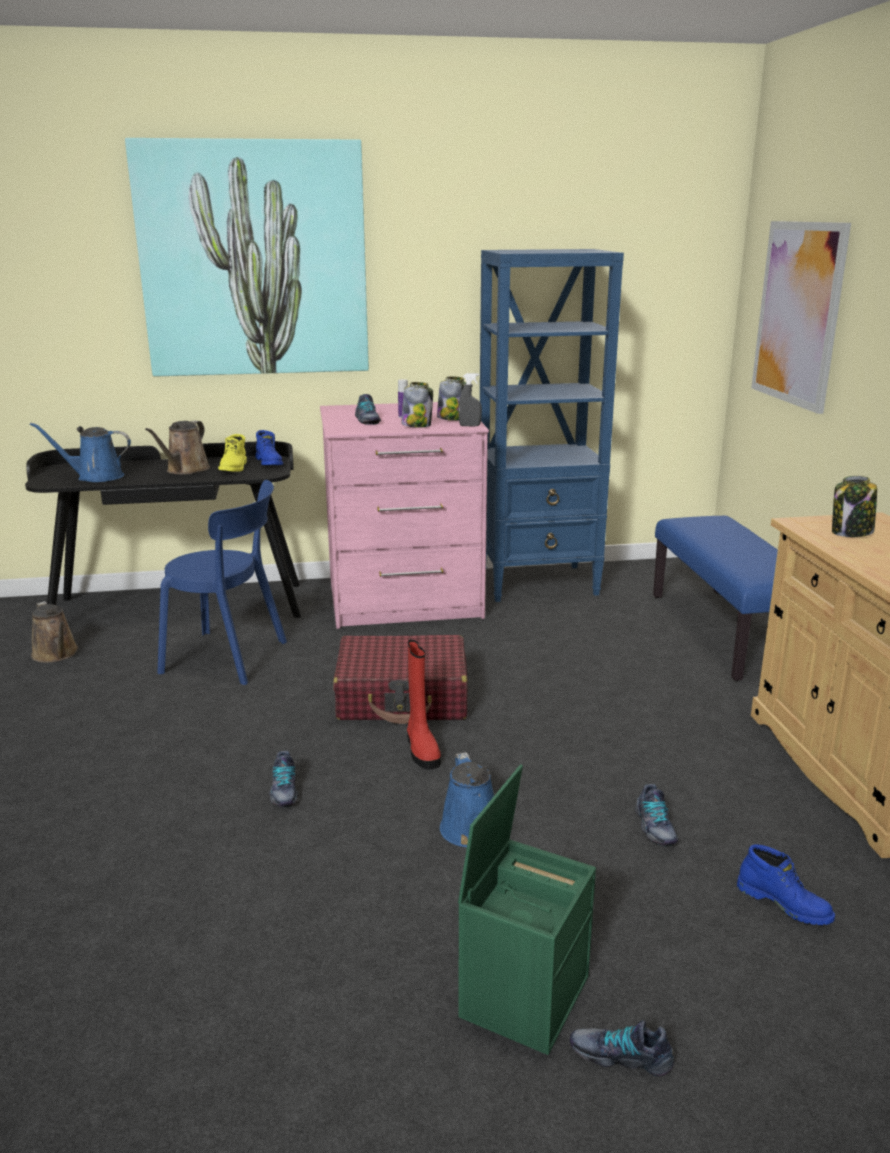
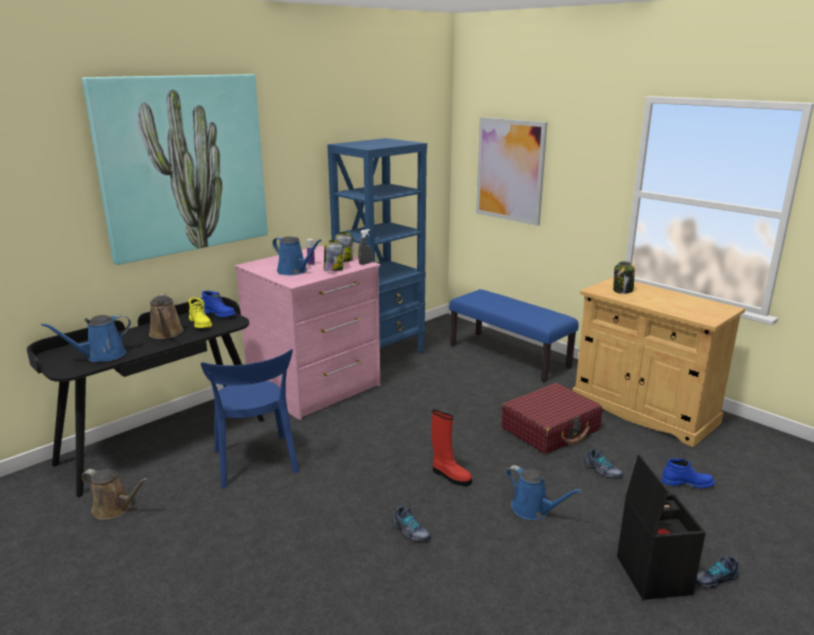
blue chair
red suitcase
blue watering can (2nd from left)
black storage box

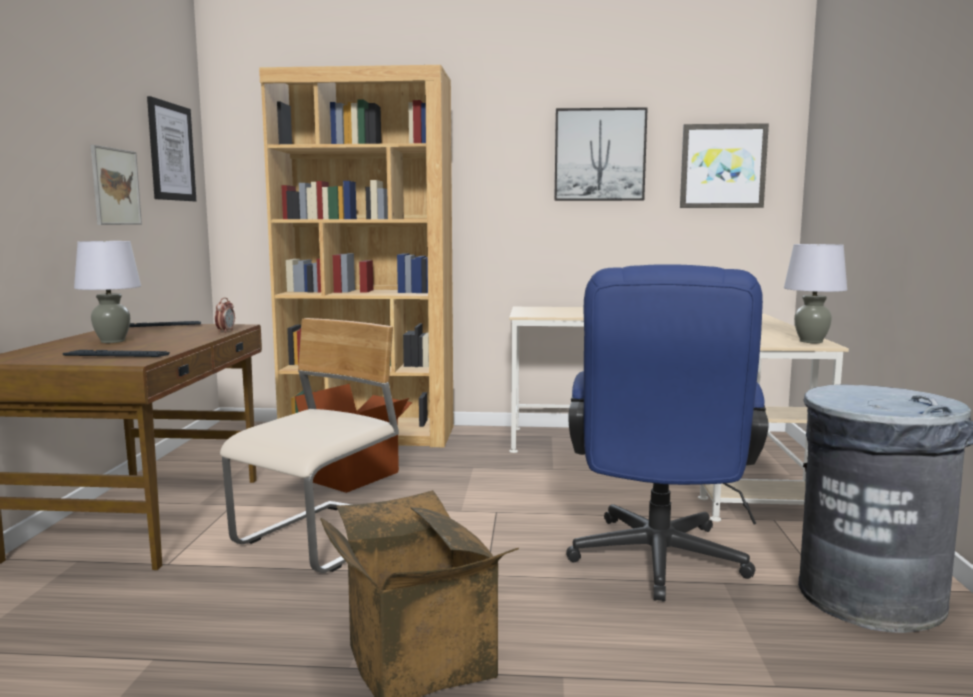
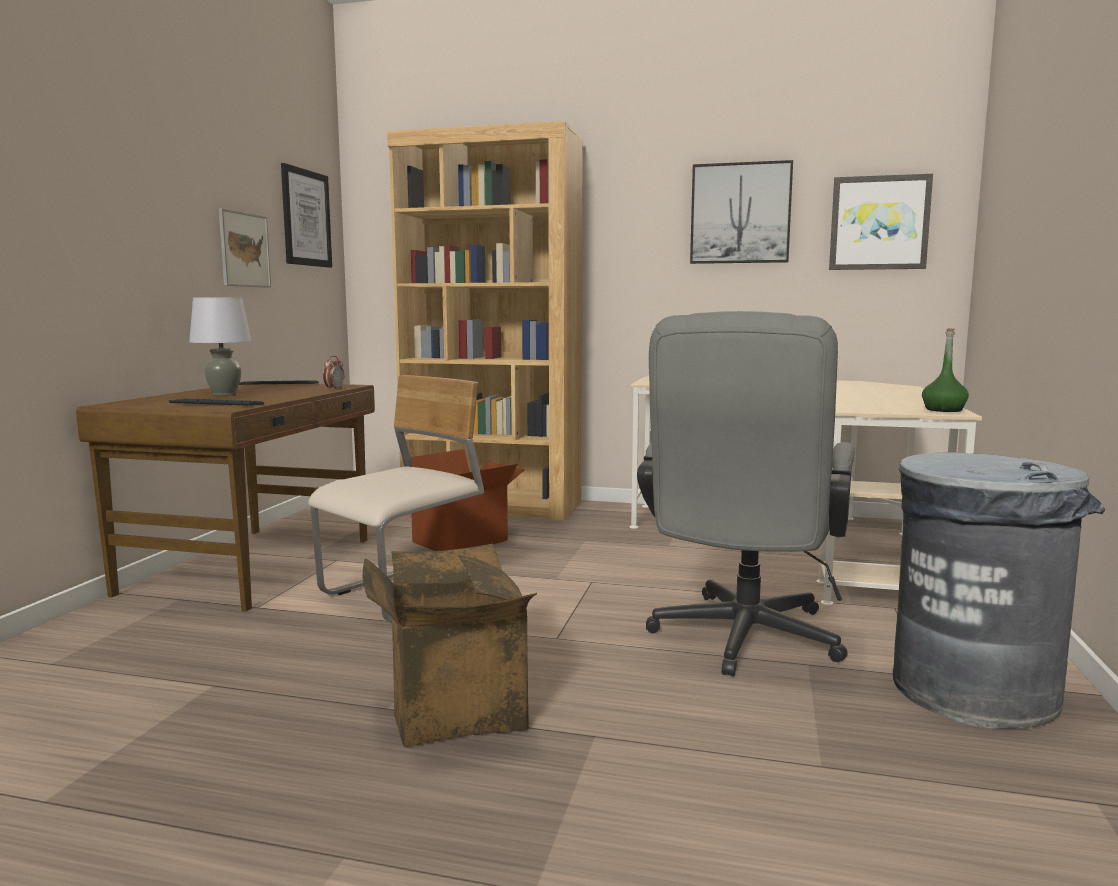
grey office chair
green bottle

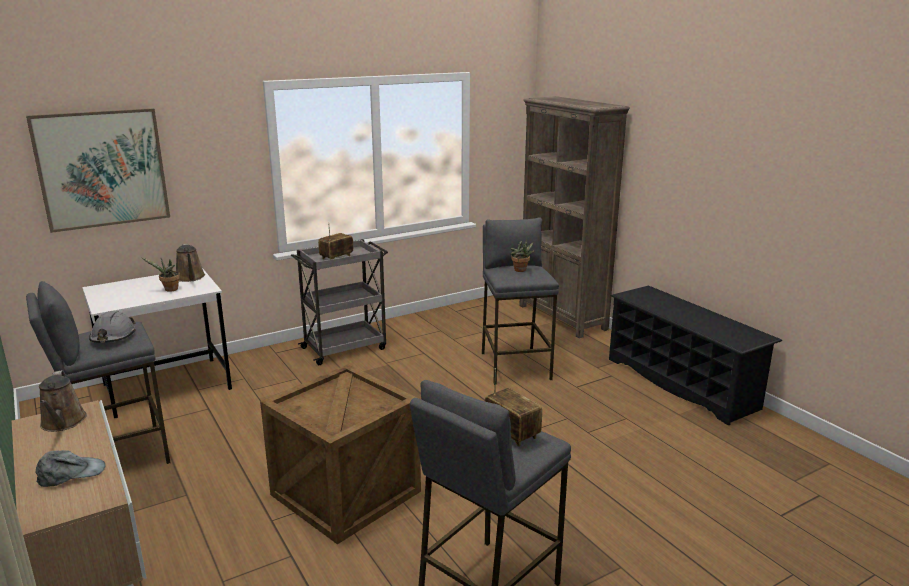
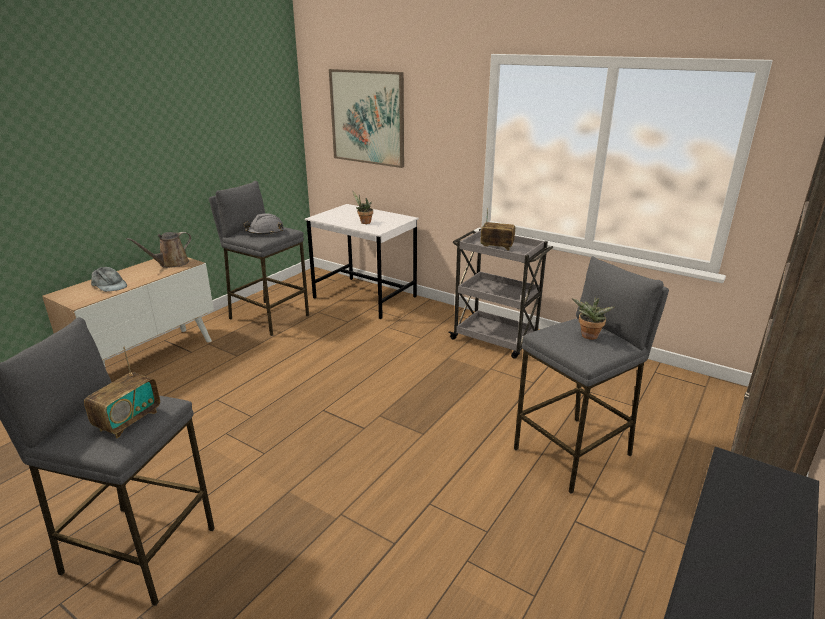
brown watering can (2nd from left in the first image)
crate

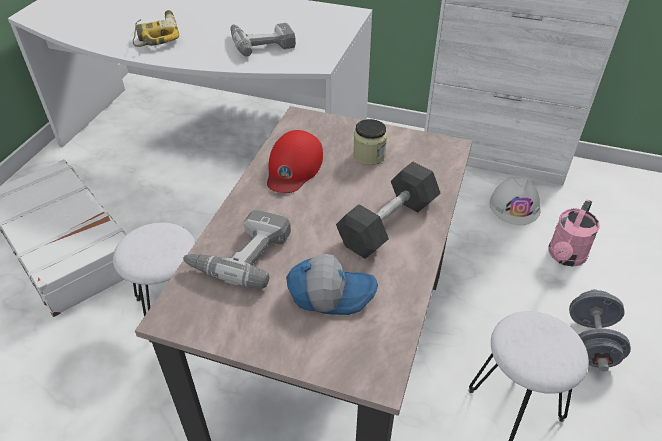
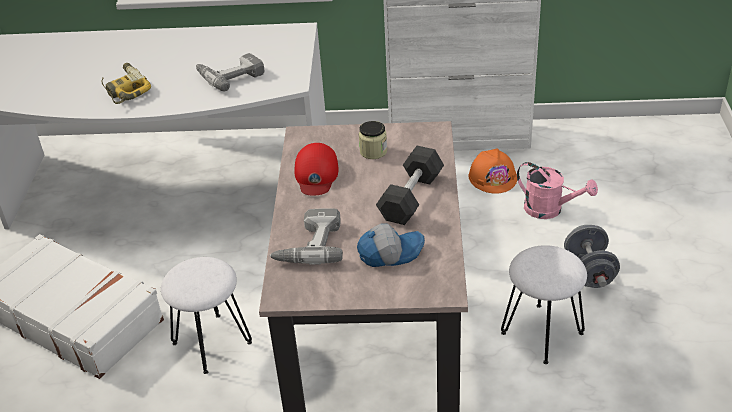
orange hard hat
pink watering can

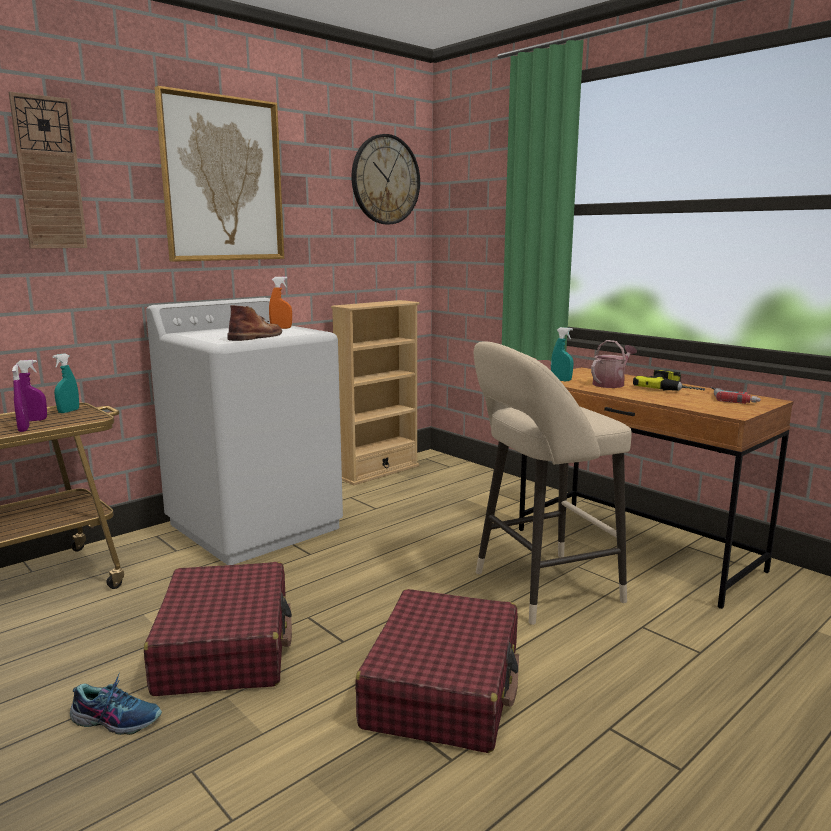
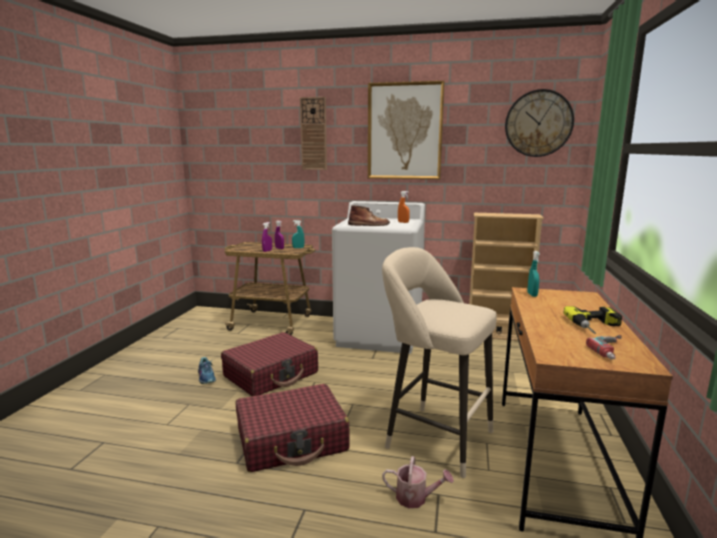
watering can

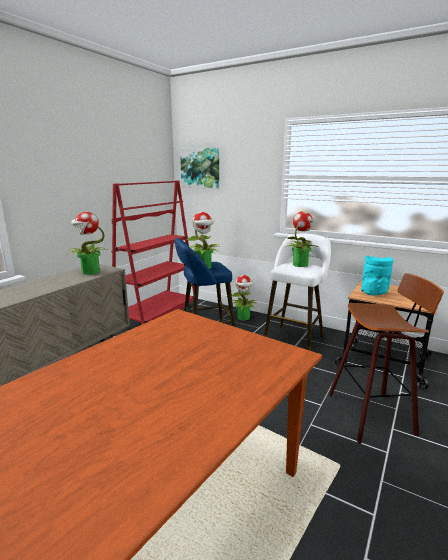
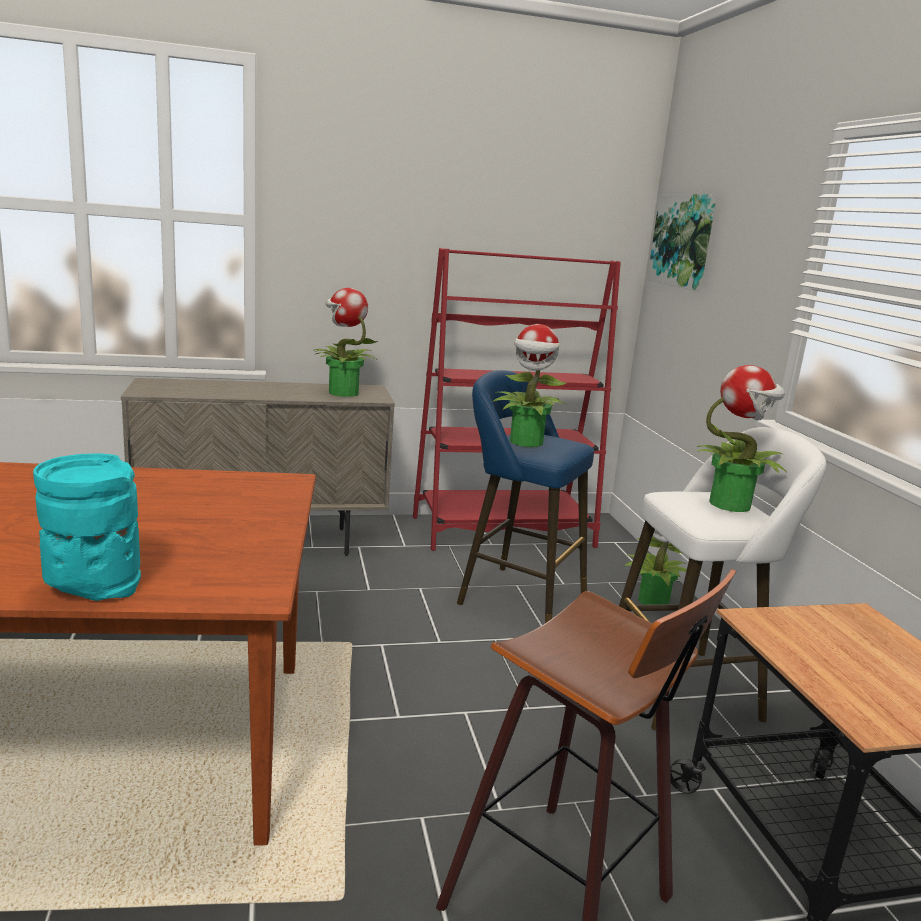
turquoise vase

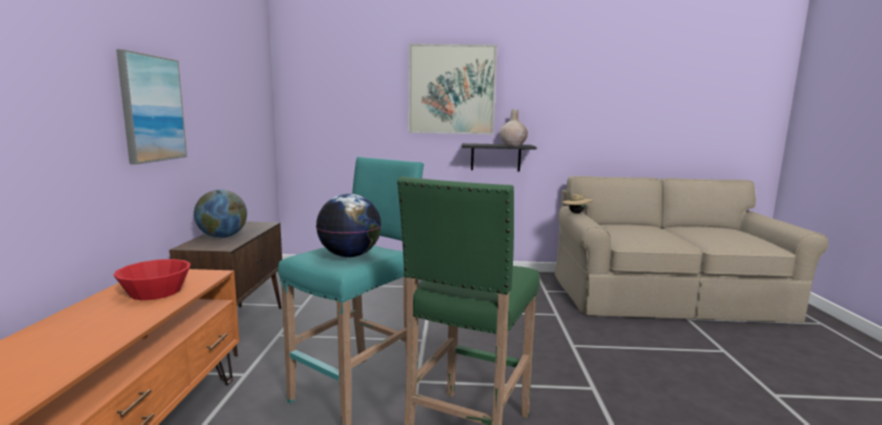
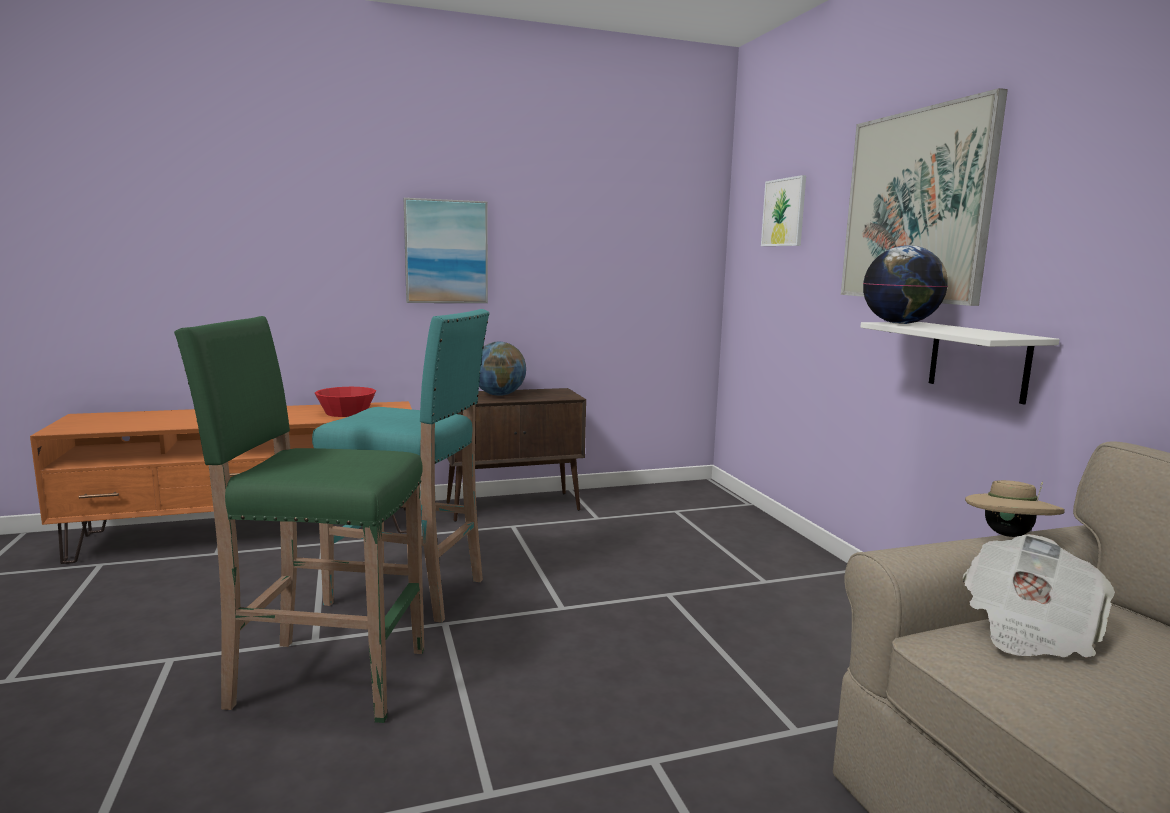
globe (2nd from left)
white shelf
beige vase
picture (2nd from left)
newspaper

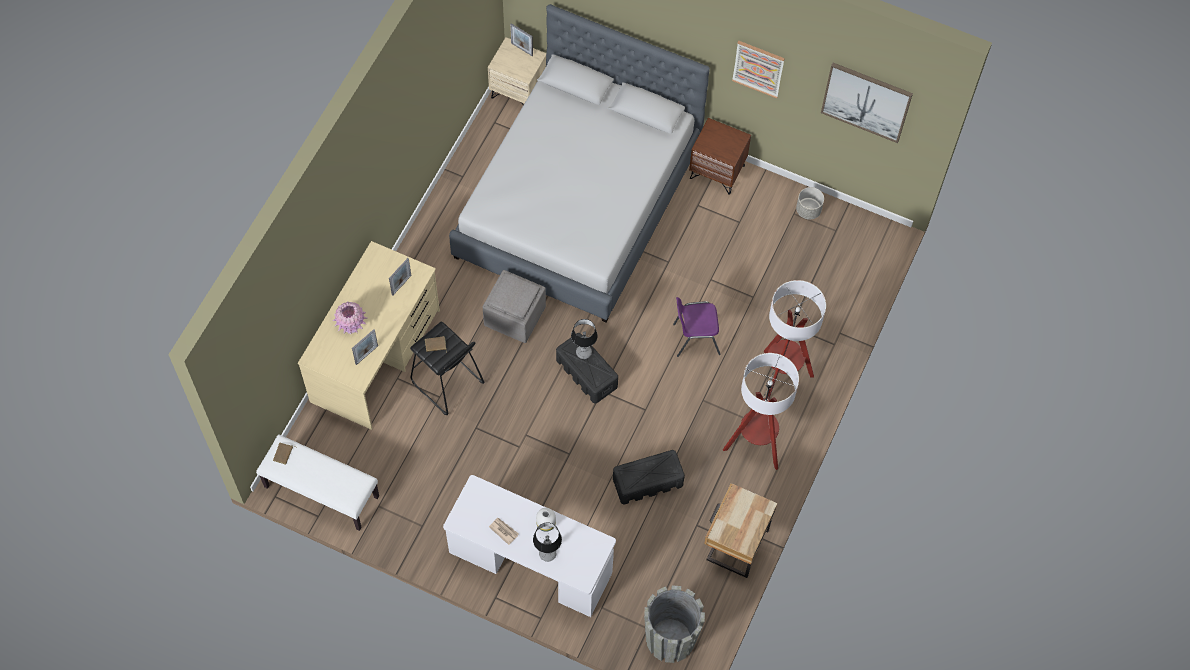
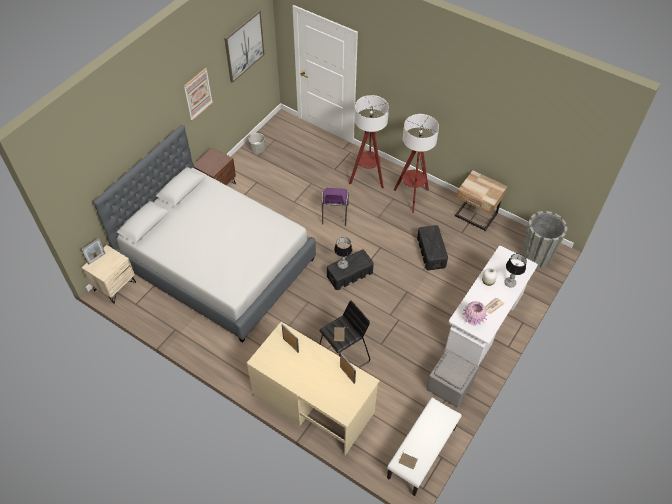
pink vase
grey ottoman

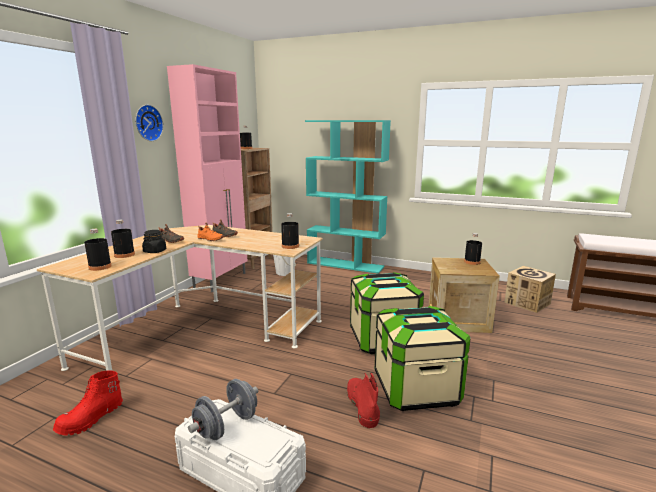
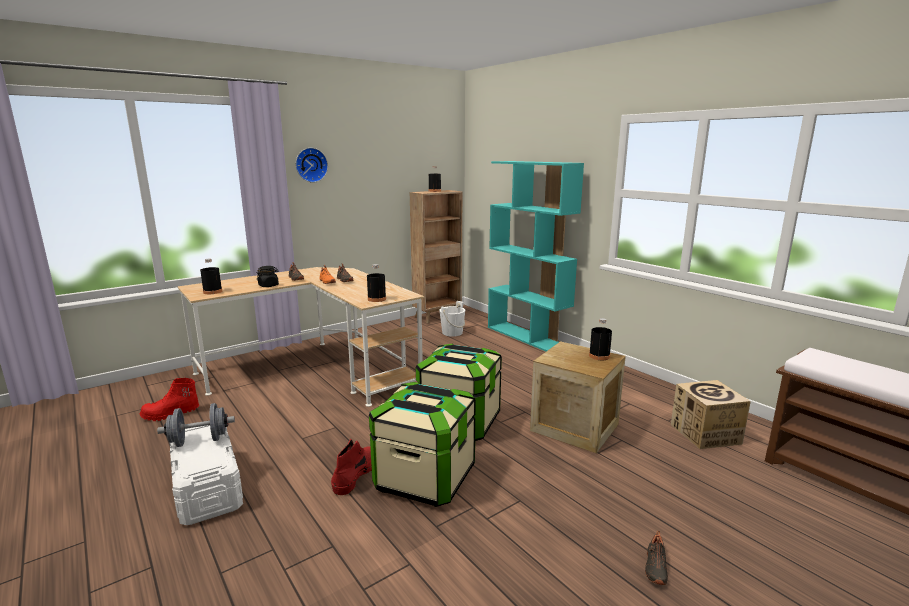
black bottle (2nd from left in the first image)
pink cabinet
black shoe (3rd from left)

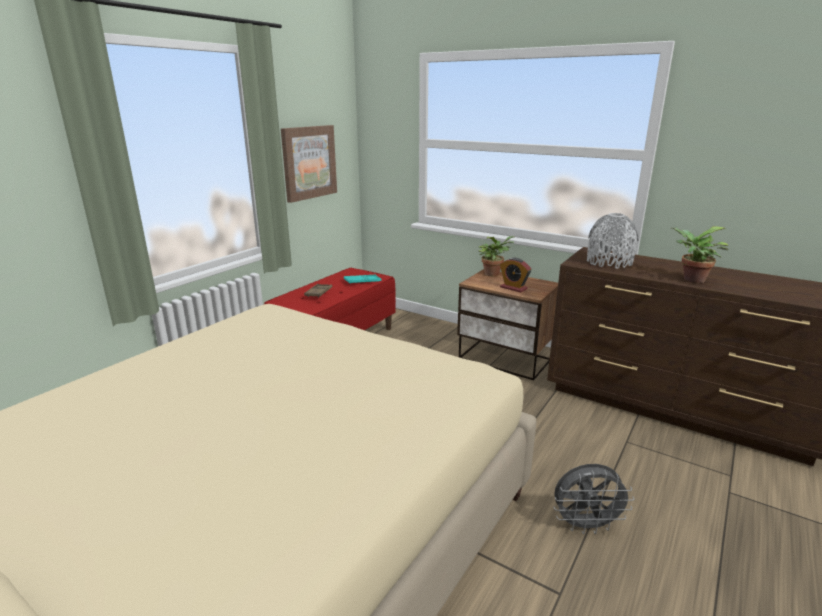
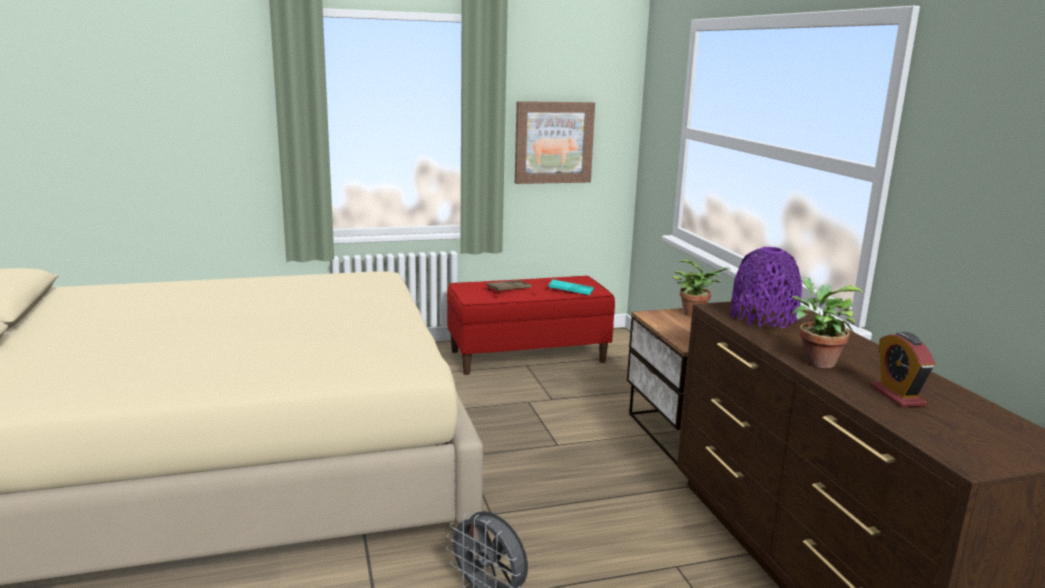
alarm clock
purple vase

